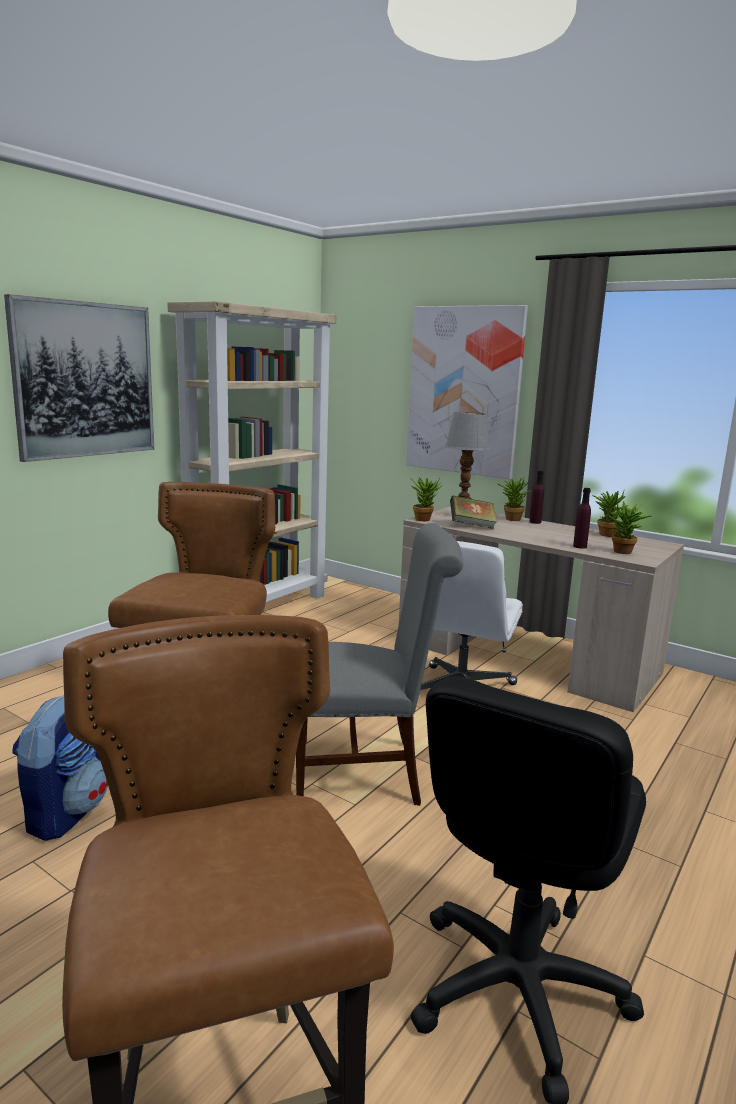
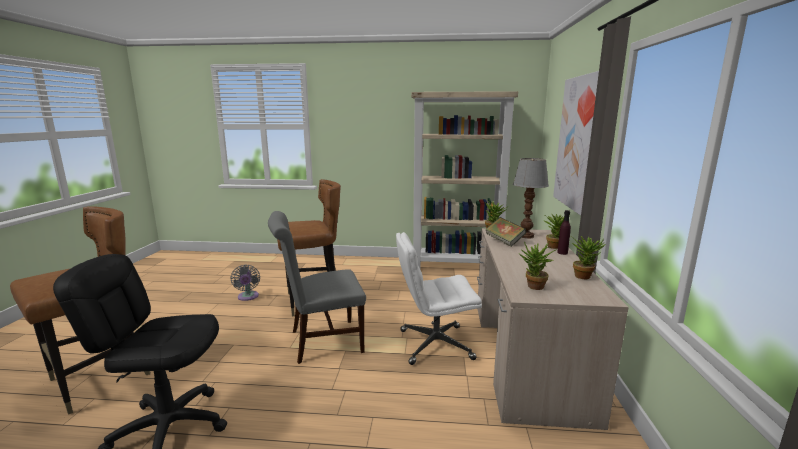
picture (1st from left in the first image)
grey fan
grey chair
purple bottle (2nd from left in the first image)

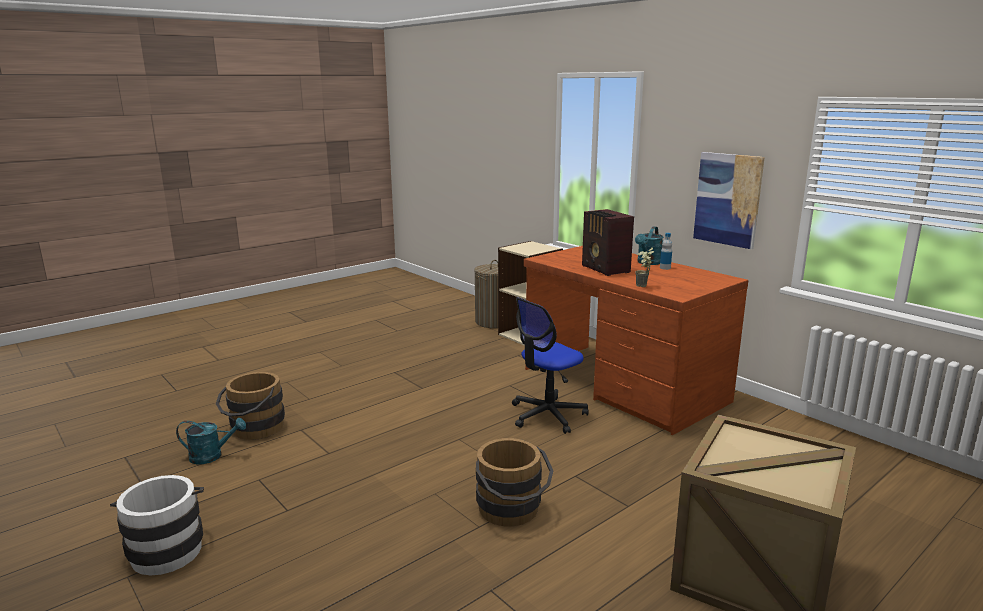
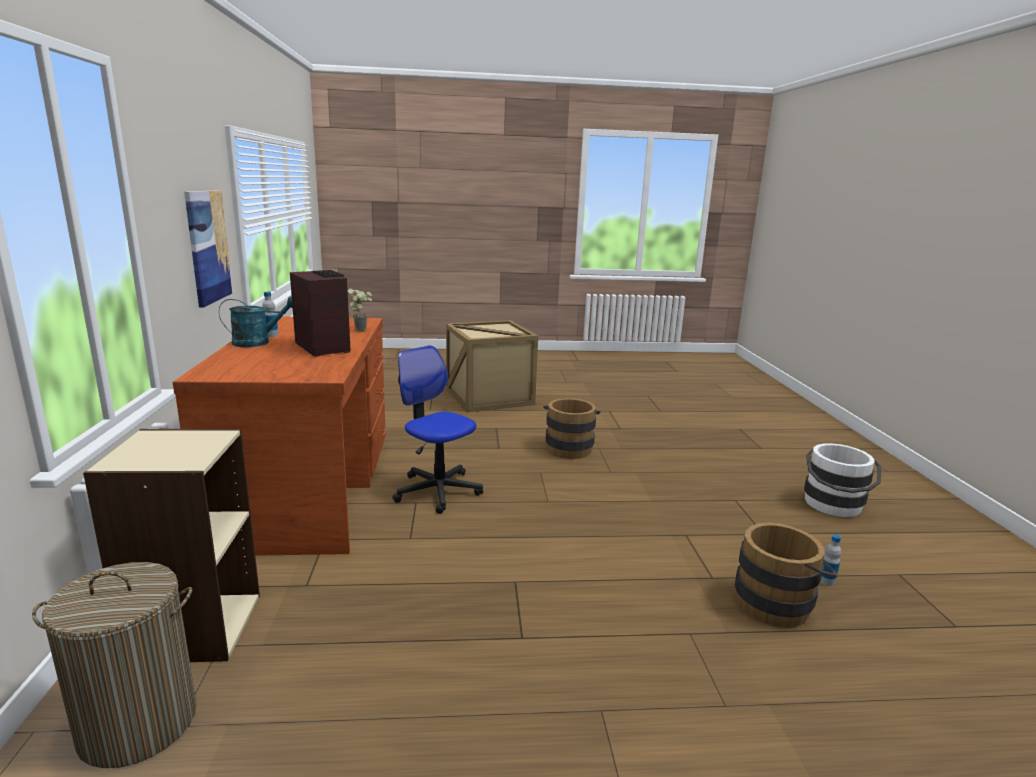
bottle (2nd from left)
office chair
radio

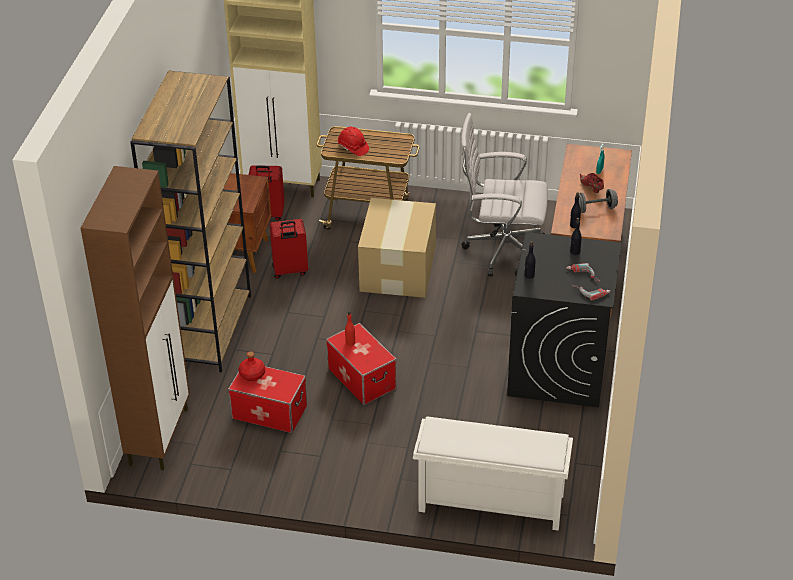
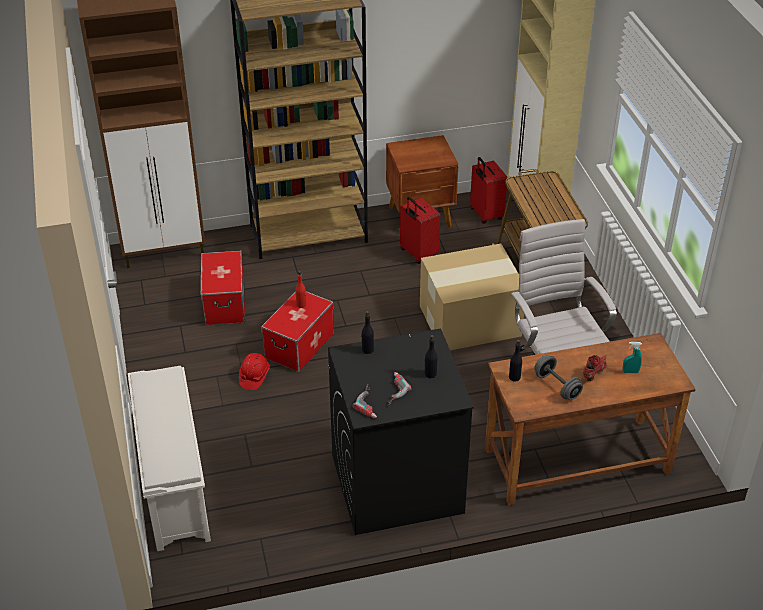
red bottle (1st from left in the first image)
red hard hat

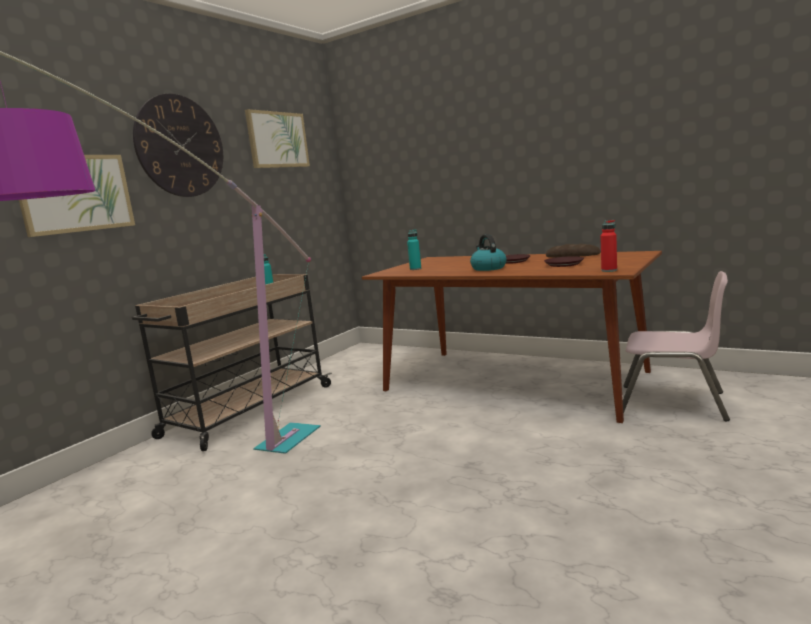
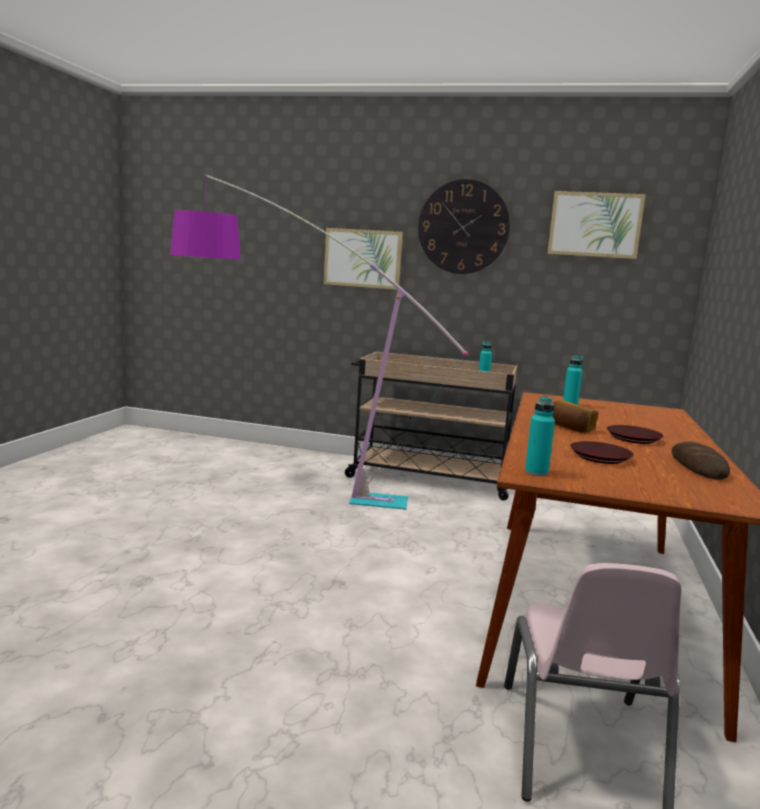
bread (1st from left)
turquoise bottle (2nd from left)

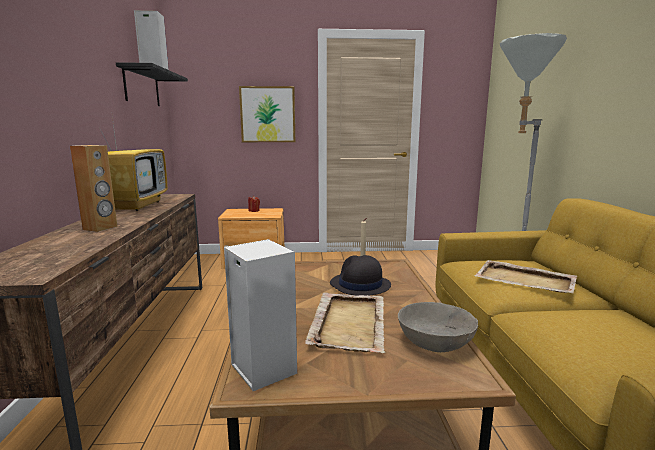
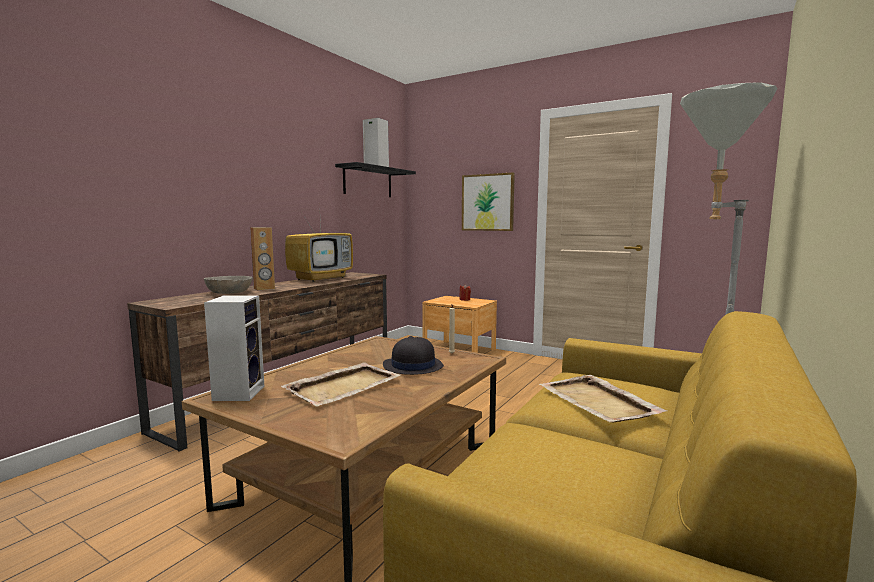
grey bowl

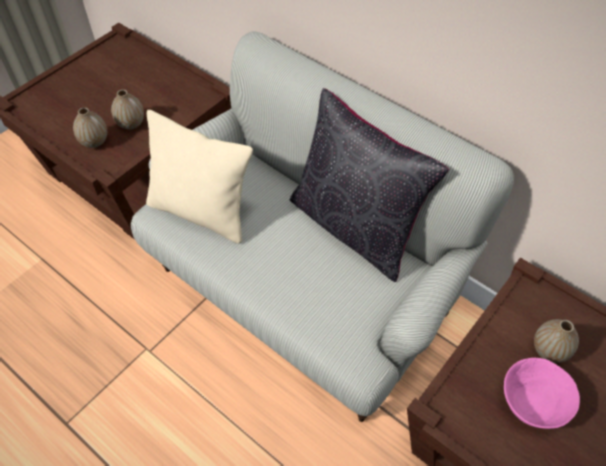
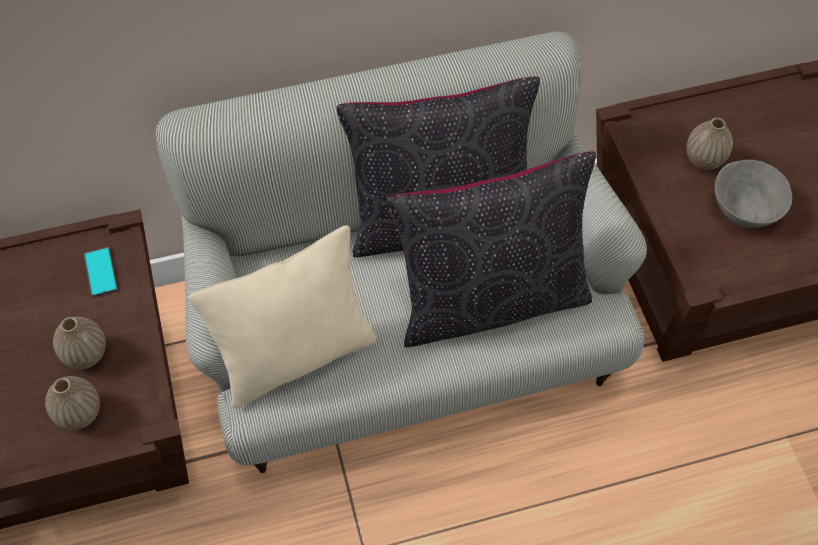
grey bowl
phone
black pillow (2nd from left)

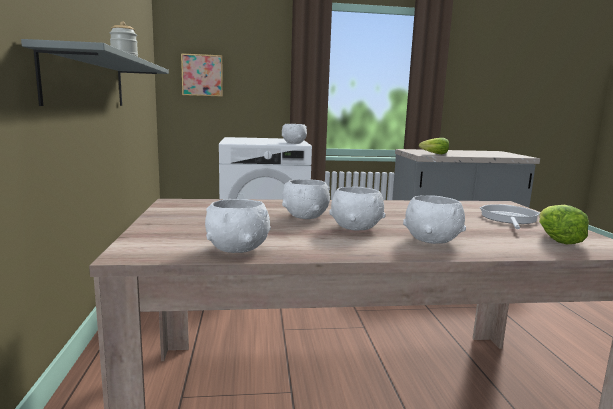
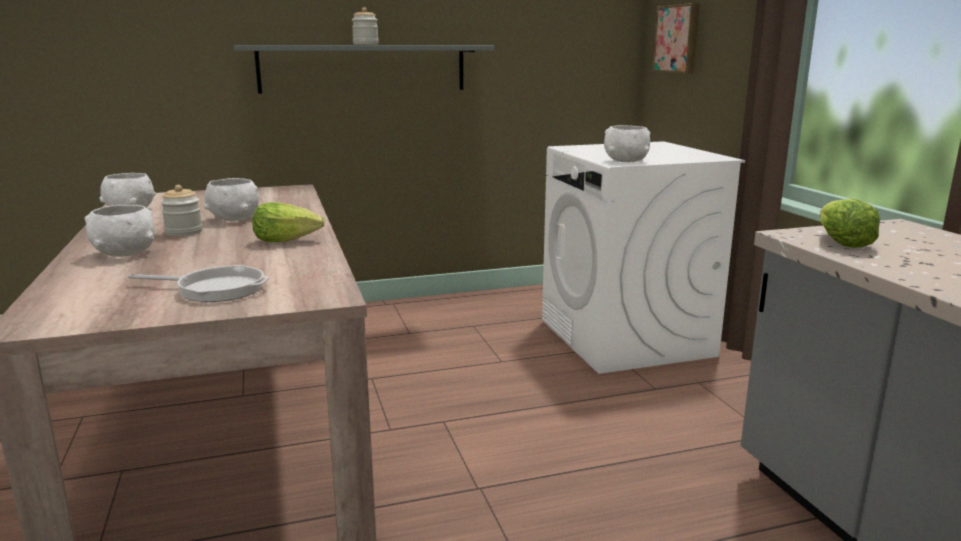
jar (1st from left)
lettuce (1st from left)

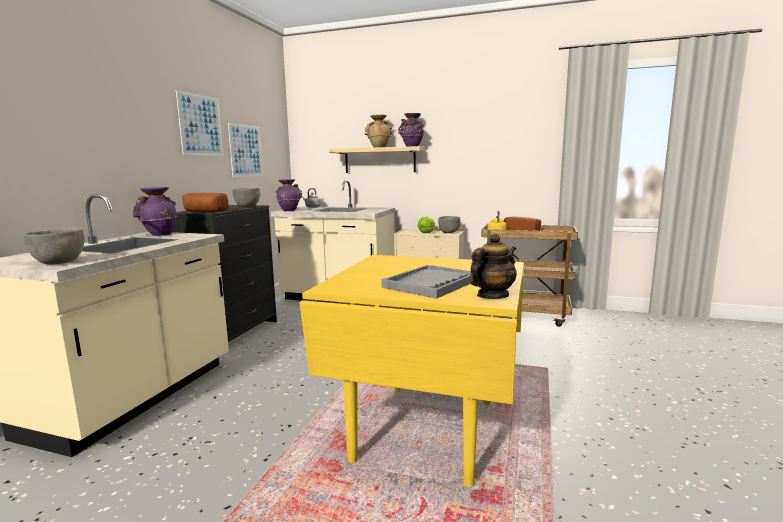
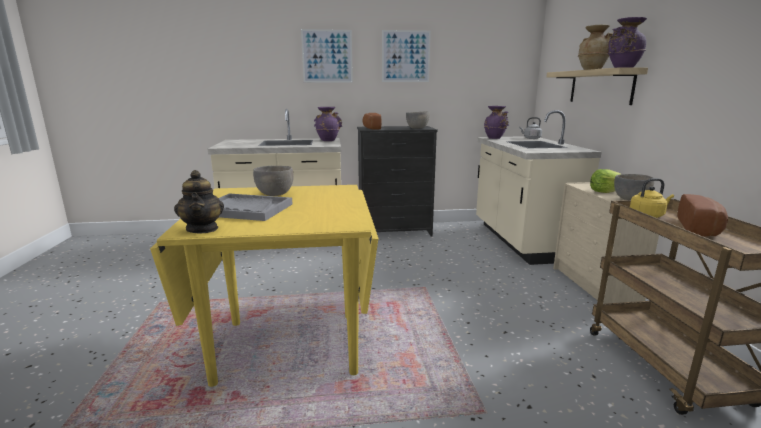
grey bowl (1st from left)
picture (1st from left)
teapot

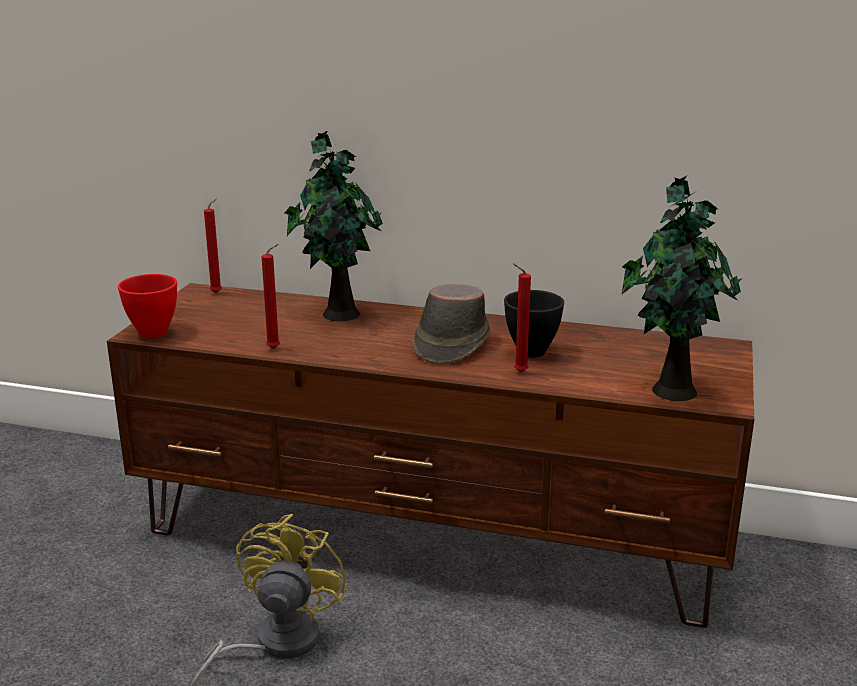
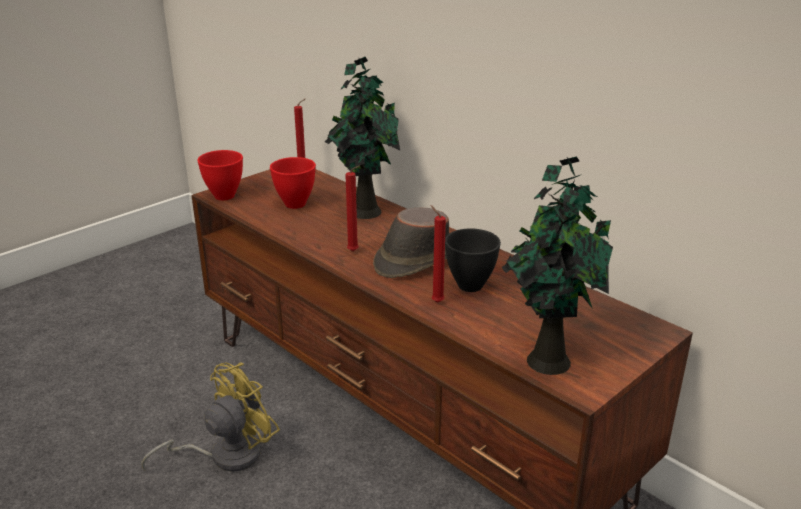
red candle (2nd from left)
red bowl (2nd from left)

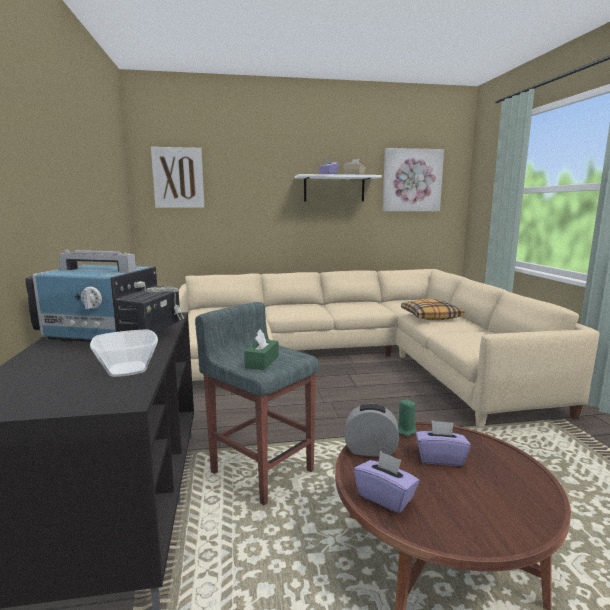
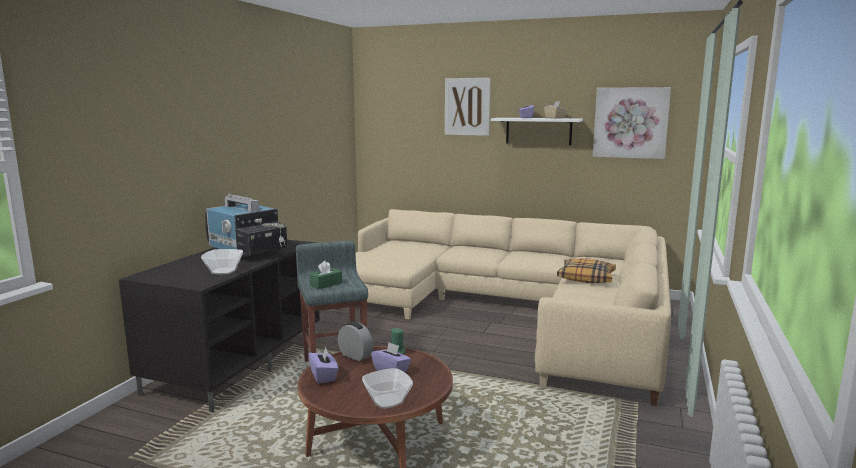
picture (1st from left)
bowl (2nd from left)

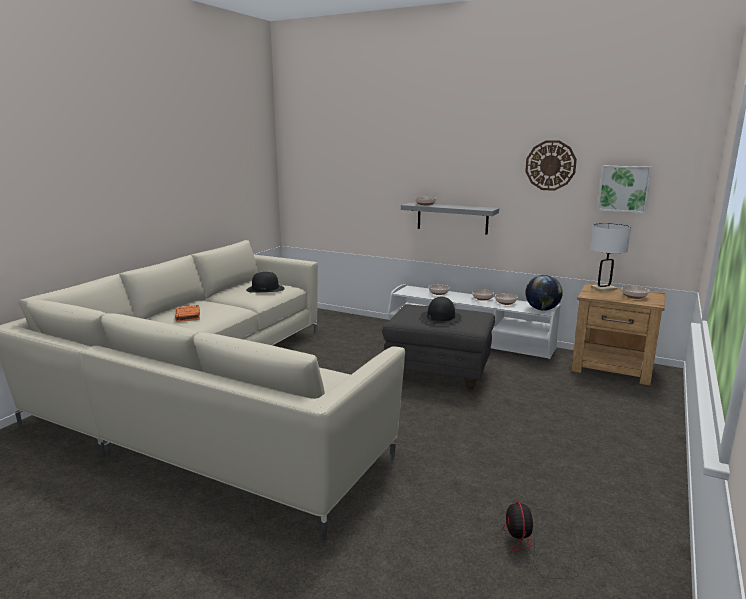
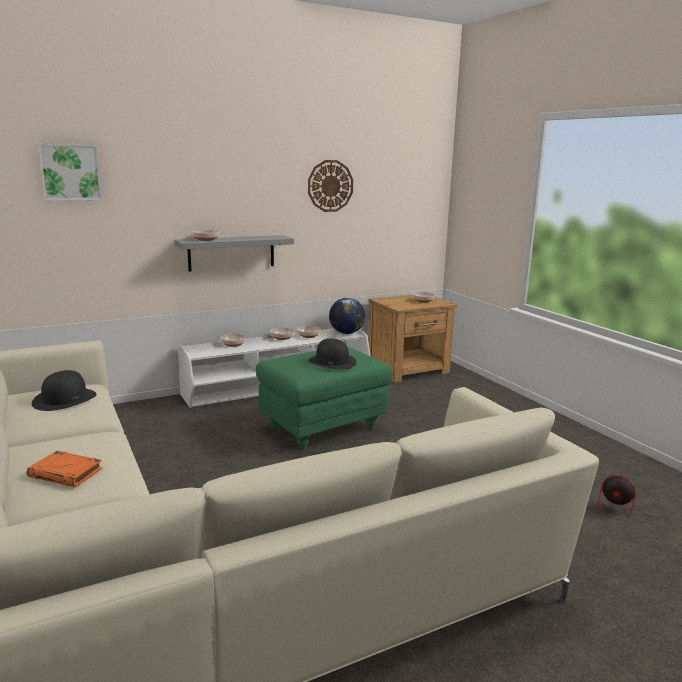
green ottoman
white table lamp
picture

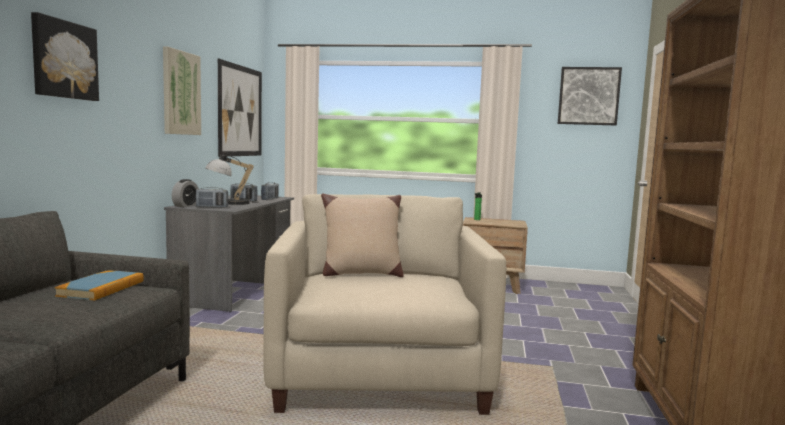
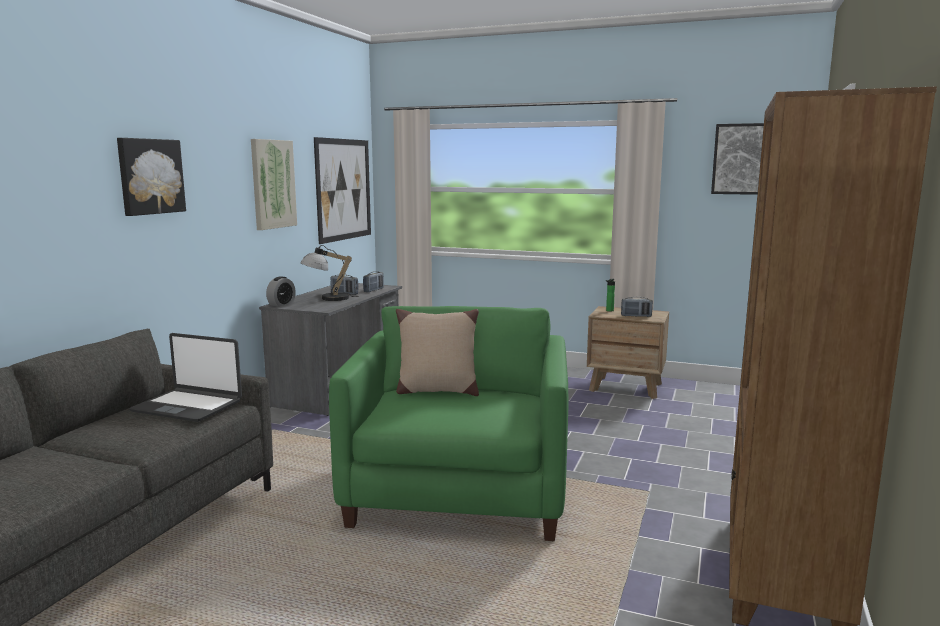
laptop
radio (3rd from left)
green armchair

